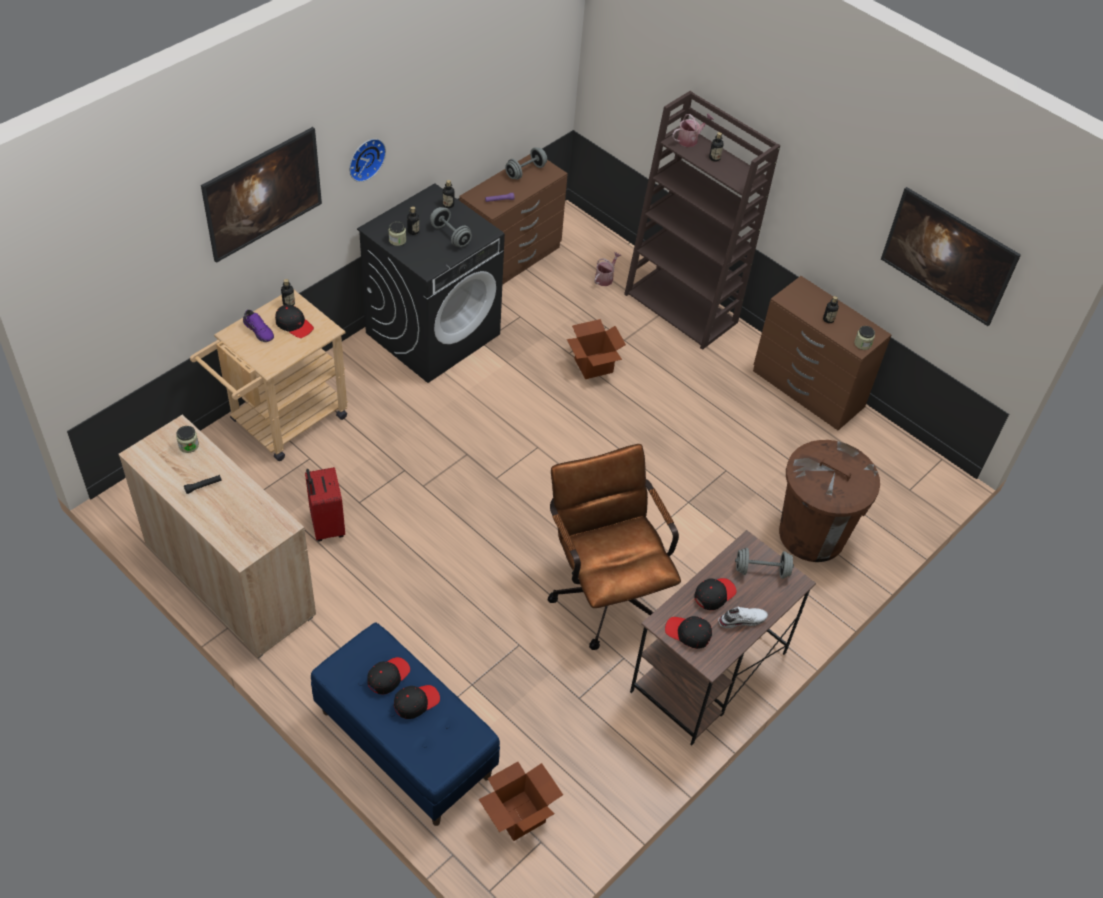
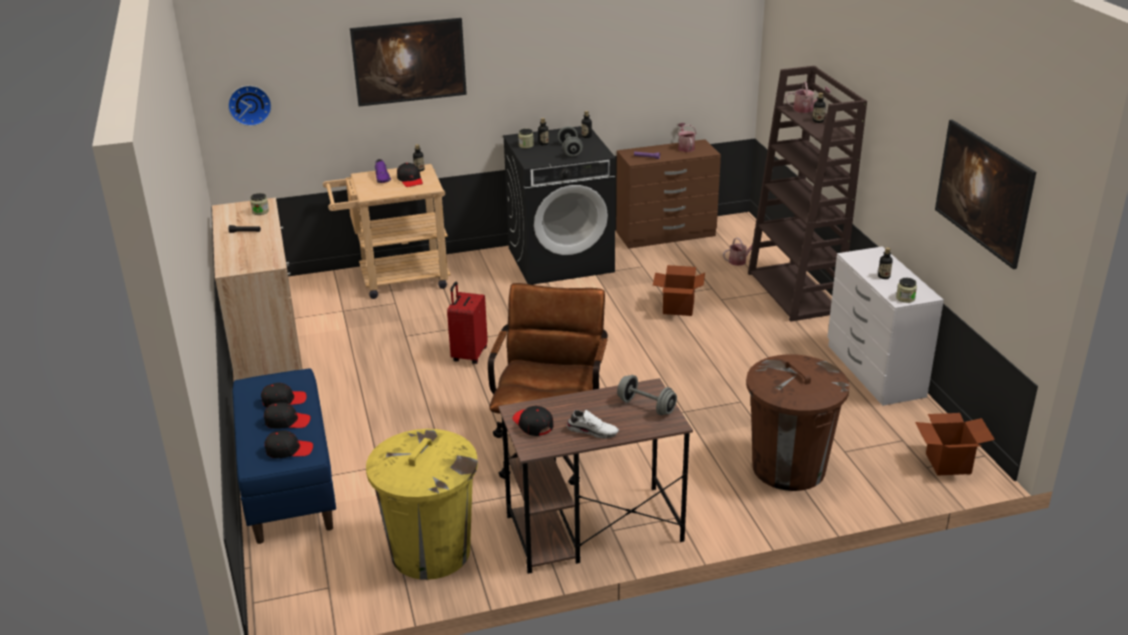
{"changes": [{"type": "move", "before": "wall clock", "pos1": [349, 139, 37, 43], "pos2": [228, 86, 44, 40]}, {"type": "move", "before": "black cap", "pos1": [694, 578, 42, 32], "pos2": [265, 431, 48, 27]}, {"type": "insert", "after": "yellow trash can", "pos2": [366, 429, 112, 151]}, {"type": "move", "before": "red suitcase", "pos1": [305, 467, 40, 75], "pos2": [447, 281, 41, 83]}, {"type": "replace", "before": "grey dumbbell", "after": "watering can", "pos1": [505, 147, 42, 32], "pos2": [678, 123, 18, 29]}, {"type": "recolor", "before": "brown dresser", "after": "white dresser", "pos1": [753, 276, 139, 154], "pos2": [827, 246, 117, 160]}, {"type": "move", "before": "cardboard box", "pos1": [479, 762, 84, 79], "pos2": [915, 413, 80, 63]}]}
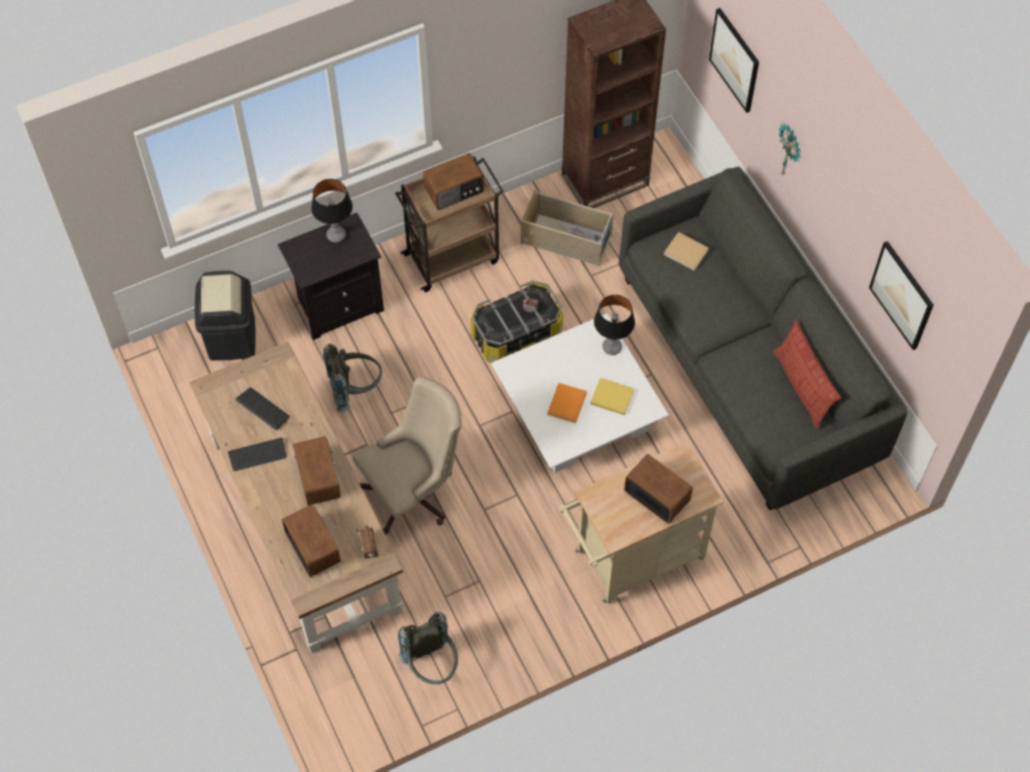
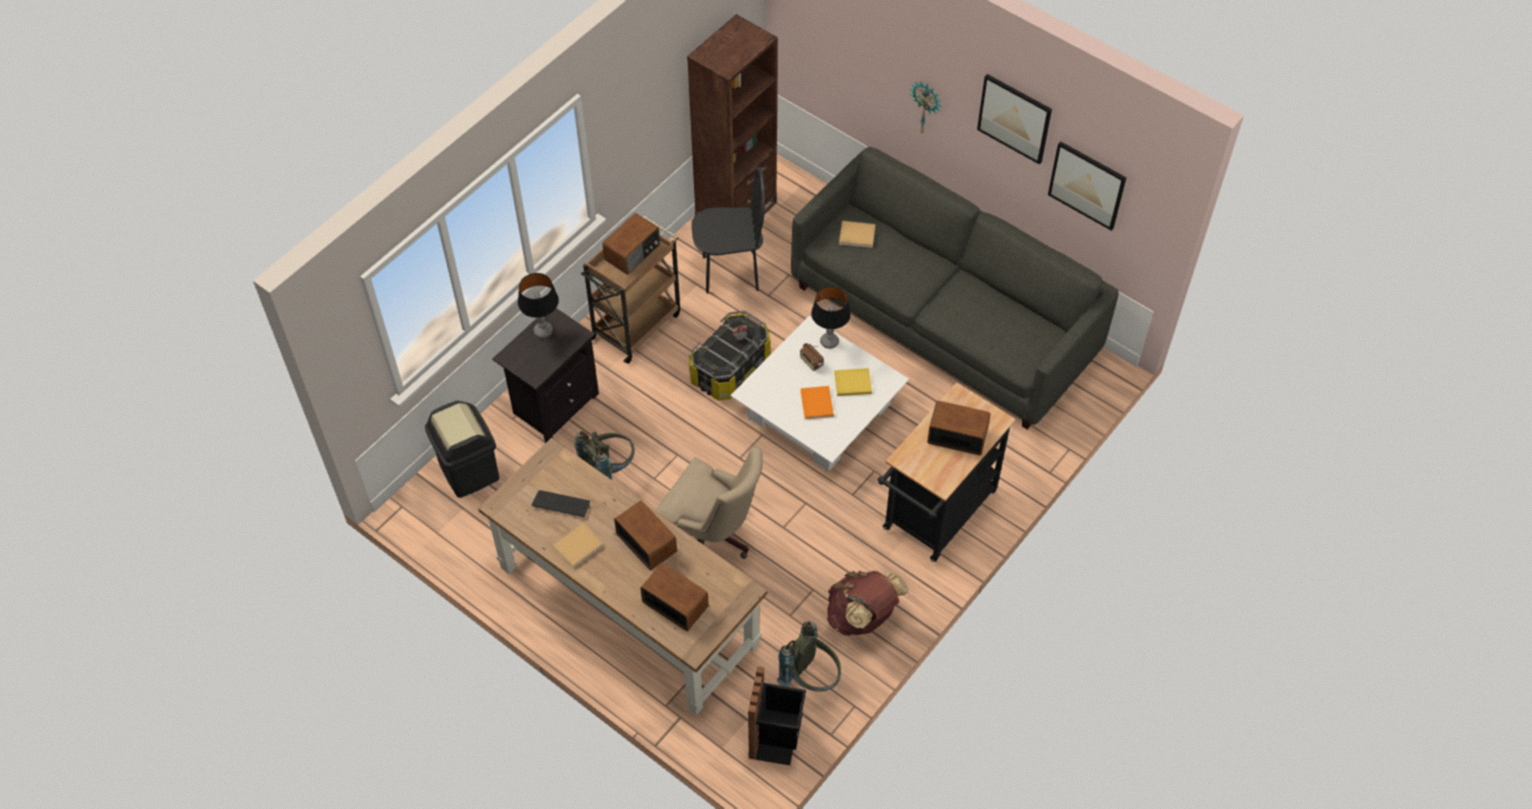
{"changes": [{"type": "replace", "before": "keyboard", "after": "beige book", "pos1": [228, 438, 59, 33], "pos2": [553, 523, 50, 46]}, {"type": "rotate", "before": "beige office chair", "pos1": [352, 376, 110, 159], "pos2": [655, 447, 108, 112], "turn": 90}, {"type": "replace", "before": "beige storage box", "after": "black chair", "pos1": [521, 189, 93, 77], "pos2": [691, 167, 74, 127]}, {"type": "insert", "after": "black trash can", "pos2": [748, 666, 58, 99]}, {"type": "move", "before": "radio", "pos1": [359, 525, 19, 34], "pos2": [800, 343, 24, 28]}, {"type": "insert", "after": "brown backpack", "pos2": [827, 570, 81, 66]}, {"type": "recolor", "before": "beige cart", "after": "black cart", "pos1": [559, 441, 165, 163], "pos2": [878, 382, 138, 180]}, {"type": "move", "before": "picture", "pos1": [709, 8, 50, 105], "pos2": [977, 74, 75, 91]}, {"type": "delete", "before": "pillow", "pos1": [773, 321, 68, 108]}]}
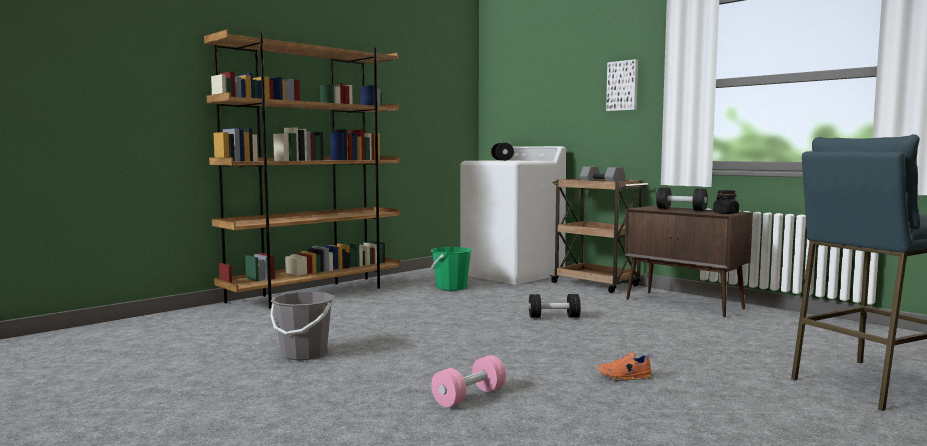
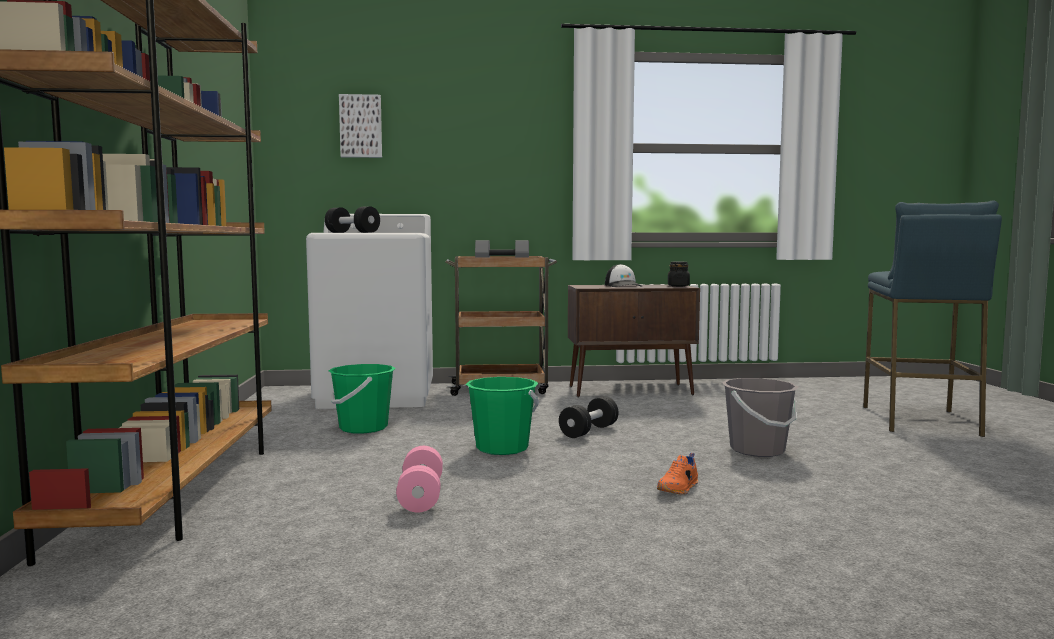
{"changes": [{"type": "move", "before": "picture", "pos1": [606, 59, 32, 52], "pos2": [339, 94, 43, 64]}, {"type": "move", "before": "pink dumbbell", "pos1": [431, 355, 75, 52], "pos2": [396, 446, 47, 66]}, {"type": "insert", "after": "green bucket", "pos2": [466, 377, 73, 78]}, {"type": "replace", "before": "black dumbbell", "after": "cap", "pos1": [656, 187, 52, 24], "pos2": [605, 264, 38, 23]}, {"type": "move", "before": "orange shoe", "pos1": [597, 352, 56, 29], "pos2": [657, 453, 41, 42]}, {"type": "move", "before": "grey bucket", "pos1": [270, 292, 65, 68], "pos2": [722, 378, 77, 79]}]}
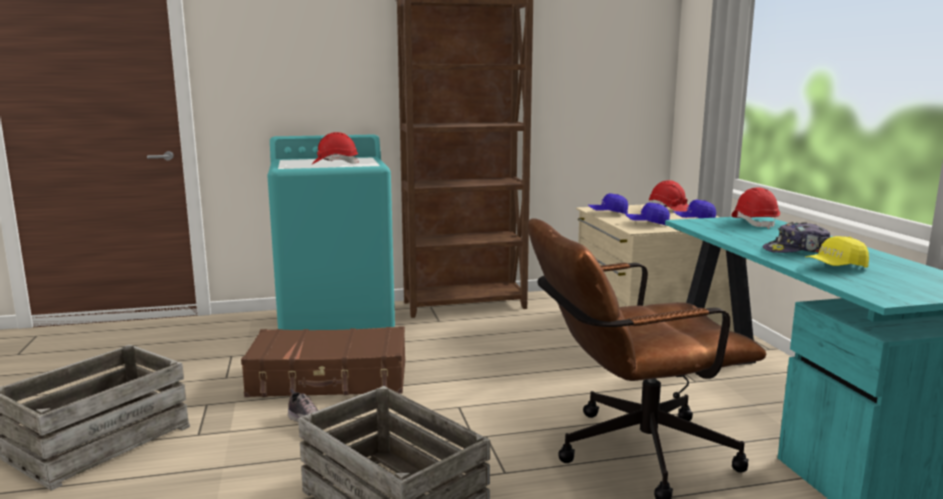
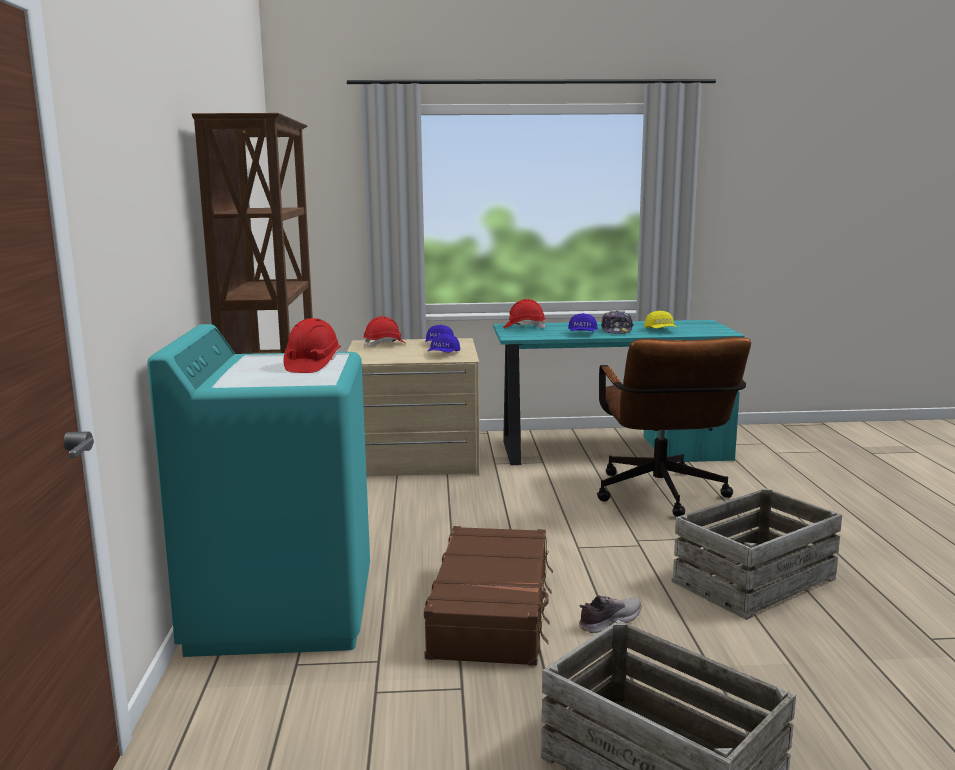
{"changes": [{"type": "move", "before": "blue cap", "pos1": [588, 193, 40, 21], "pos2": [568, 313, 30, 18]}]}
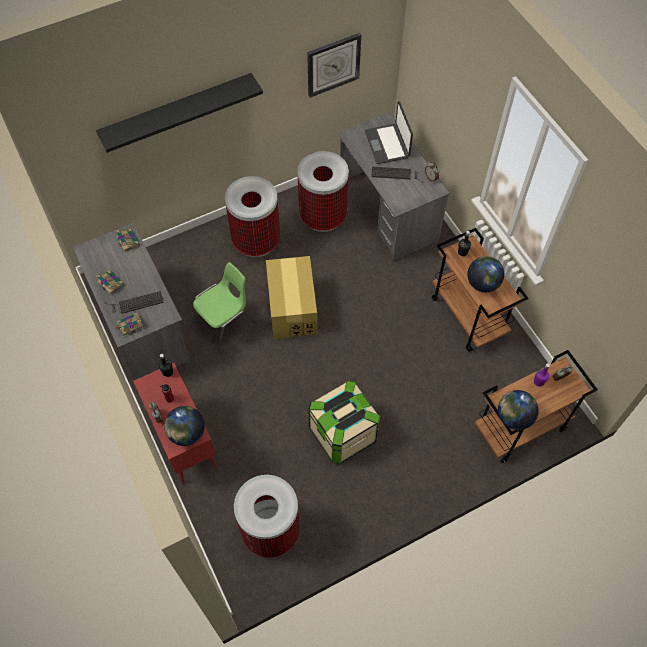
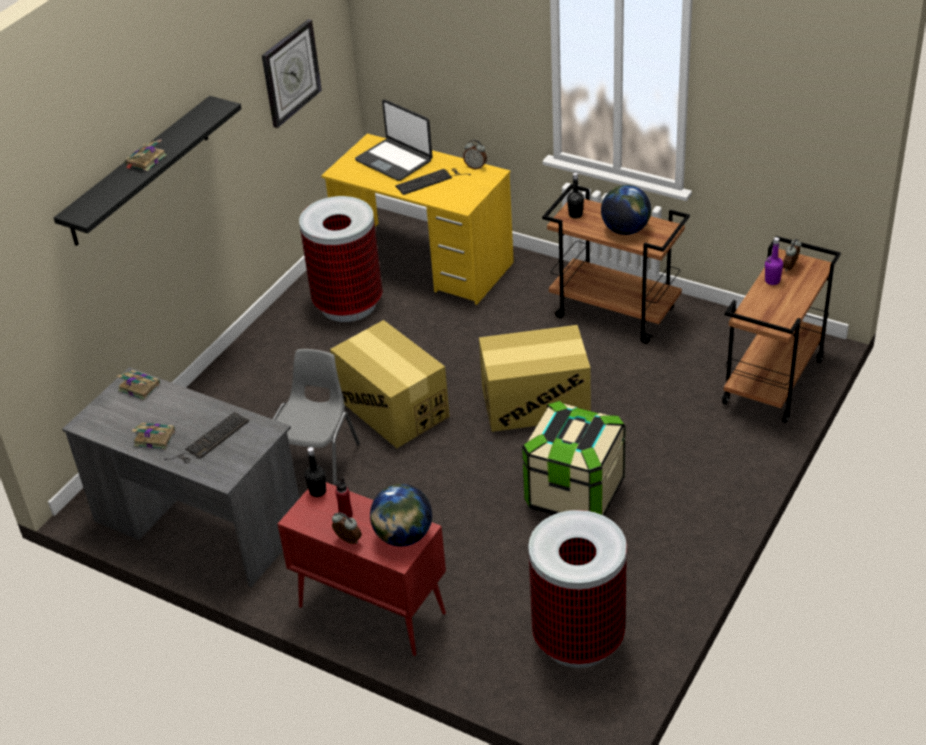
{"changes": [{"type": "move", "before": "book", "pos1": [116, 313, 28, 24], "pos2": [125, 139, 42, 32]}, {"type": "recolor", "before": "green chair", "after": "grey chair", "pos1": [191, 262, 66, 91], "pos2": [273, 349, 87, 136]}, {"type": "recolor", "before": "grey desk", "after": "yellow desk", "pos1": [337, 112, 113, 149], "pos2": [321, 134, 193, 171]}, {"type": "insert", "after": "cardboard box", "pos2": [479, 325, 112, 107]}, {"type": "delete", "before": "trash can", "pos1": [225, 176, 55, 81]}, {"type": "delete", "before": "globe", "pos1": [498, 390, 41, 40]}]}
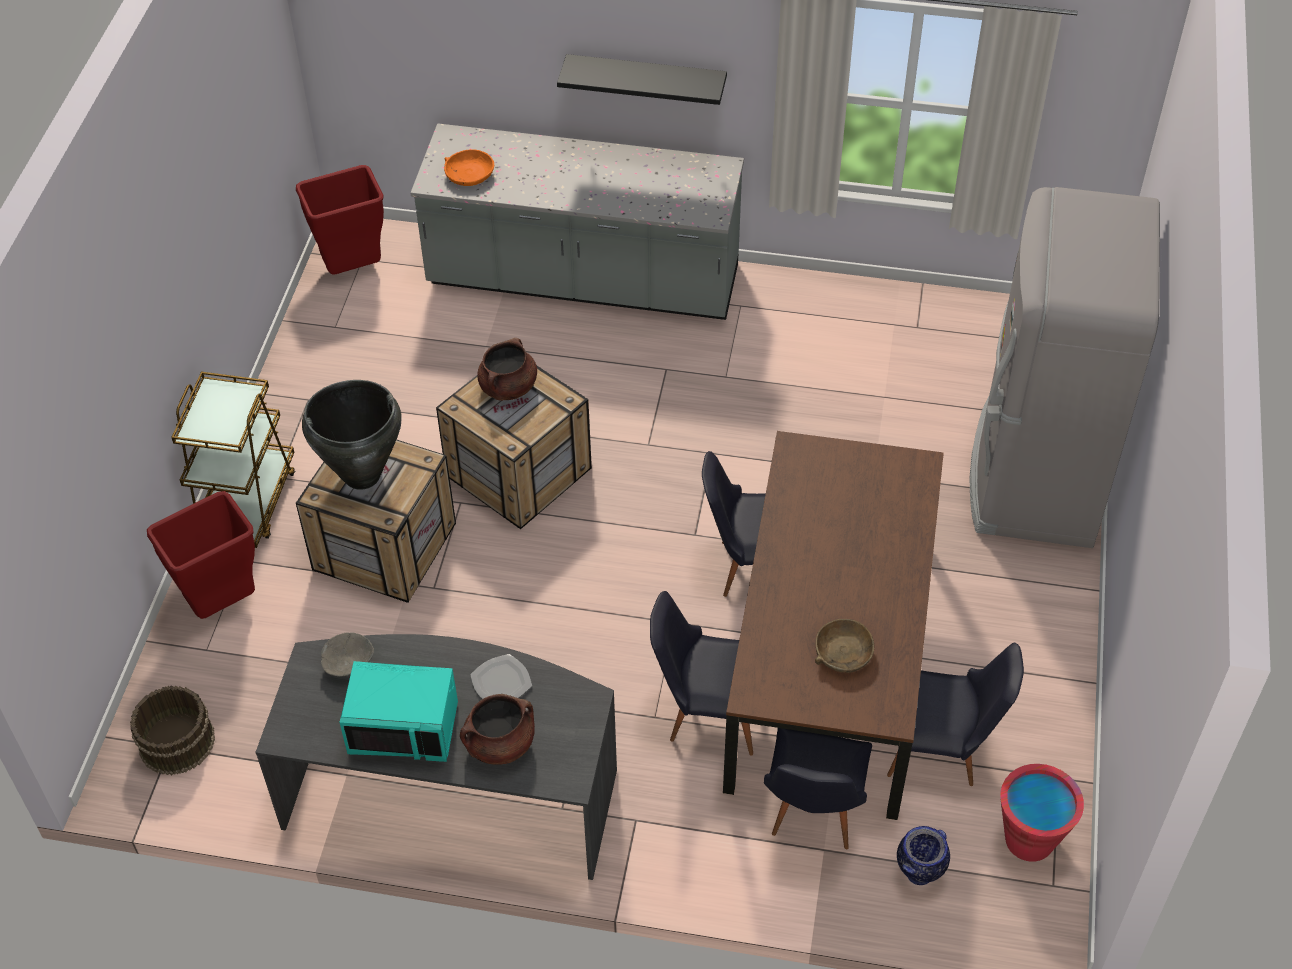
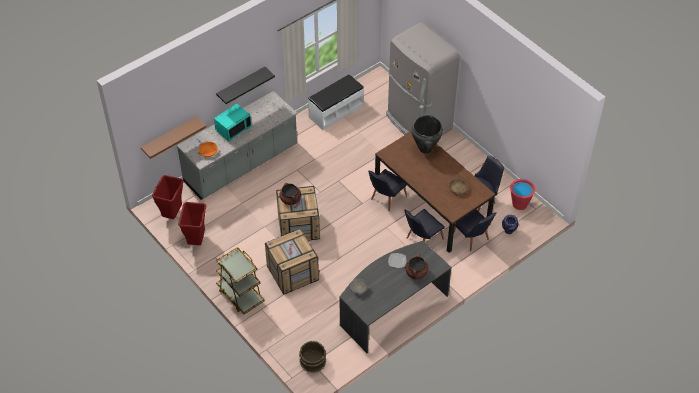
{"changes": [{"type": "insert", "after": "brown shelf", "pos2": [141, 116, 65, 43]}, {"type": "move", "before": "red trash can", "pos1": [147, 491, 108, 128], "pos2": [178, 202, 28, 43]}, {"type": "move", "before": "turquoise microwave", "pos1": [339, 661, 119, 101], "pos2": [214, 103, 38, 39]}, {"type": "insert", "after": "white bench", "pos2": [308, 74, 56, 56]}, {"type": "move", "before": "black vase", "pos1": [302, 380, 100, 110], "pos2": [411, 115, 32, 39]}]}
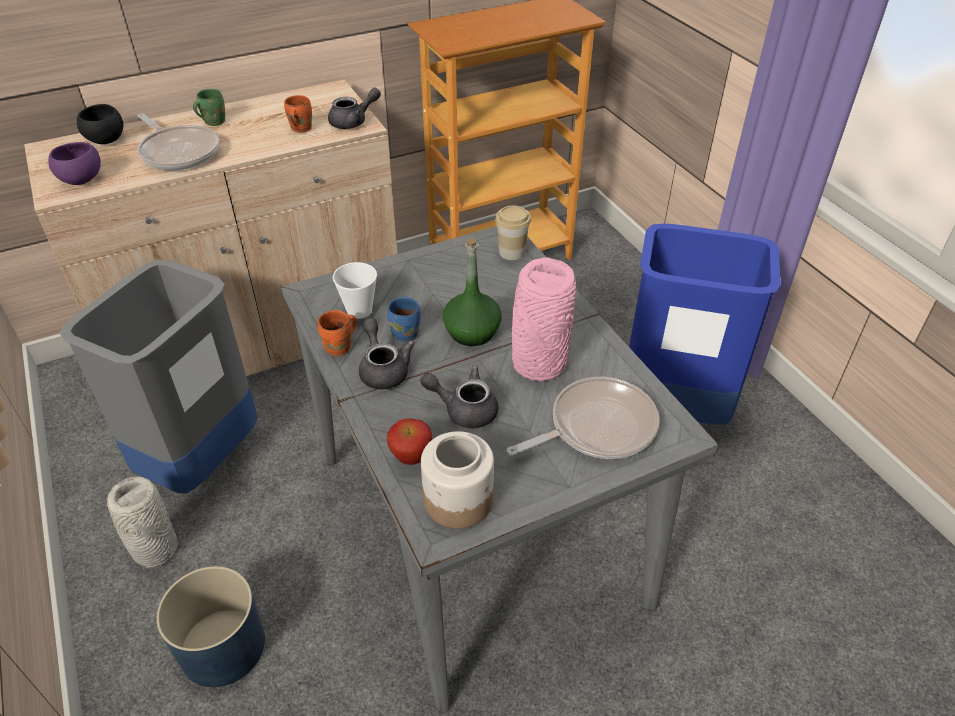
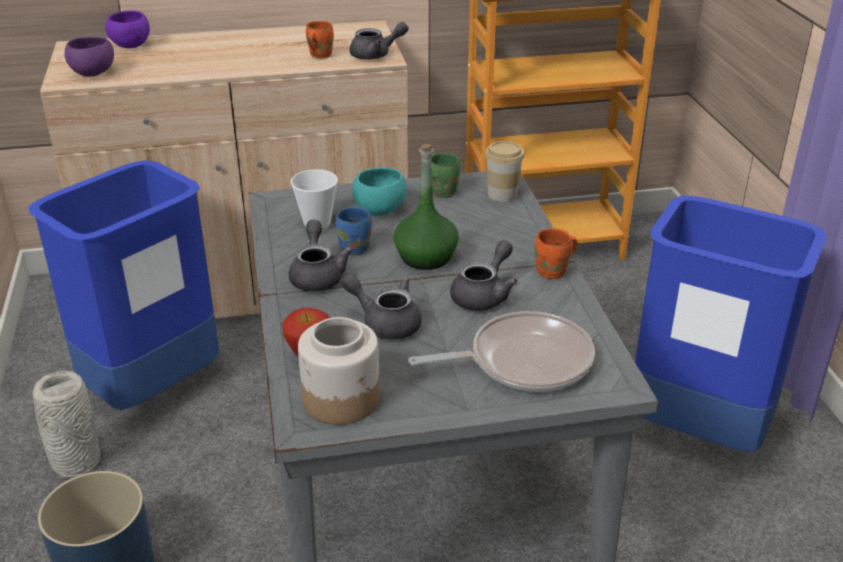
{"changes": [{"type": "recolor", "before": "grey trash can", "after": "blue trash can", "pos1": [59, 260, 199, 234], "pos2": [28, 160, 191, 250]}, {"type": "recolor", "before": "black bowl", "after": "purple bowl", "pos1": [77, 104, 46, 40], "pos2": [105, 10, 45, 38]}, {"type": "insert", "after": "turquoise bowl", "pos2": [352, 167, 55, 49]}, {"type": "move", "before": "green mug", "pos1": [193, 89, 32, 37], "pos2": [431, 153, 29, 45]}, {"type": "replace", "before": "pink vase", "after": "grey teapot", "pos1": [512, 258, 64, 123], "pos2": [450, 240, 68, 71]}, {"type": "move", "before": "orange mug", "pos1": [318, 310, 39, 46], "pos2": [535, 228, 43, 51]}, {"type": "delete", "before": "frying pan", "pos1": [137, 113, 82, 58]}]}
